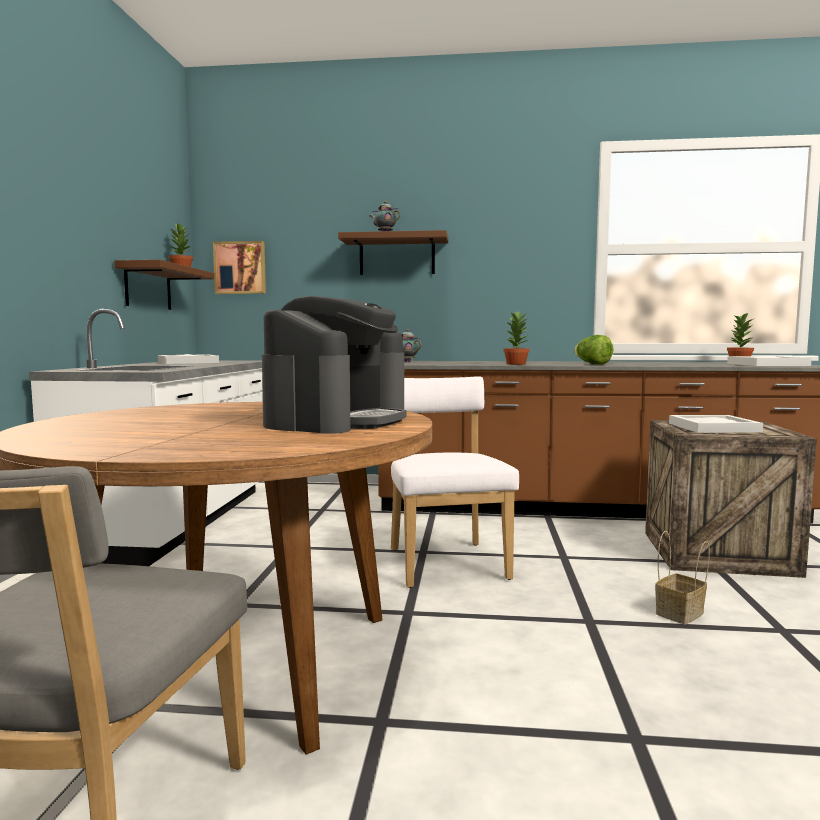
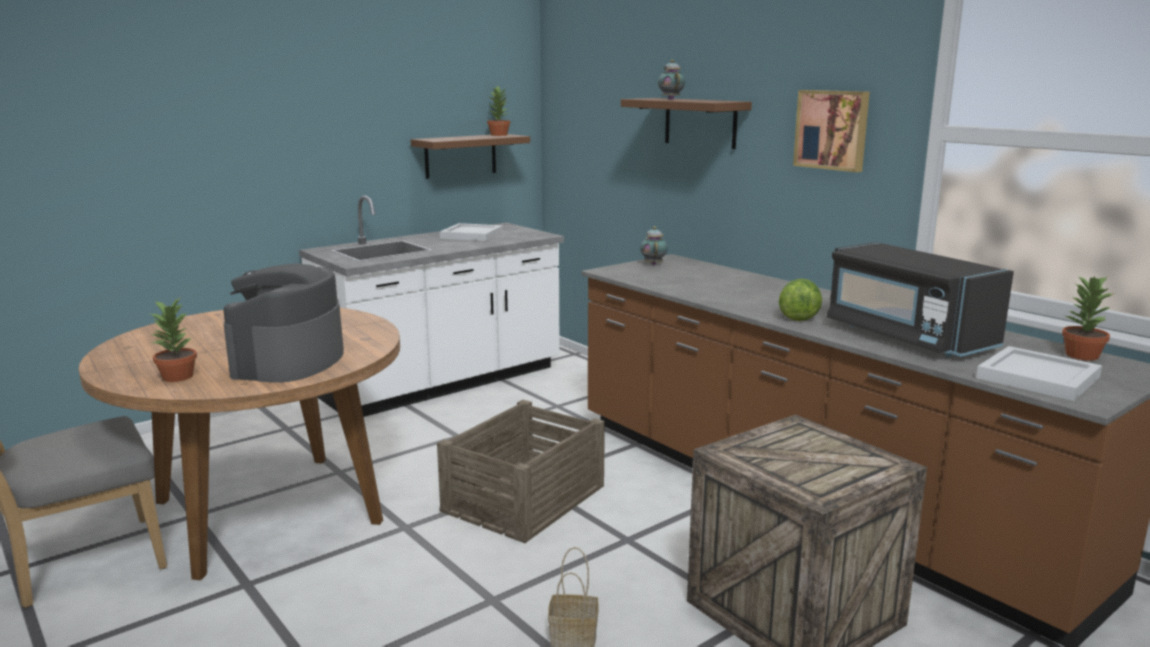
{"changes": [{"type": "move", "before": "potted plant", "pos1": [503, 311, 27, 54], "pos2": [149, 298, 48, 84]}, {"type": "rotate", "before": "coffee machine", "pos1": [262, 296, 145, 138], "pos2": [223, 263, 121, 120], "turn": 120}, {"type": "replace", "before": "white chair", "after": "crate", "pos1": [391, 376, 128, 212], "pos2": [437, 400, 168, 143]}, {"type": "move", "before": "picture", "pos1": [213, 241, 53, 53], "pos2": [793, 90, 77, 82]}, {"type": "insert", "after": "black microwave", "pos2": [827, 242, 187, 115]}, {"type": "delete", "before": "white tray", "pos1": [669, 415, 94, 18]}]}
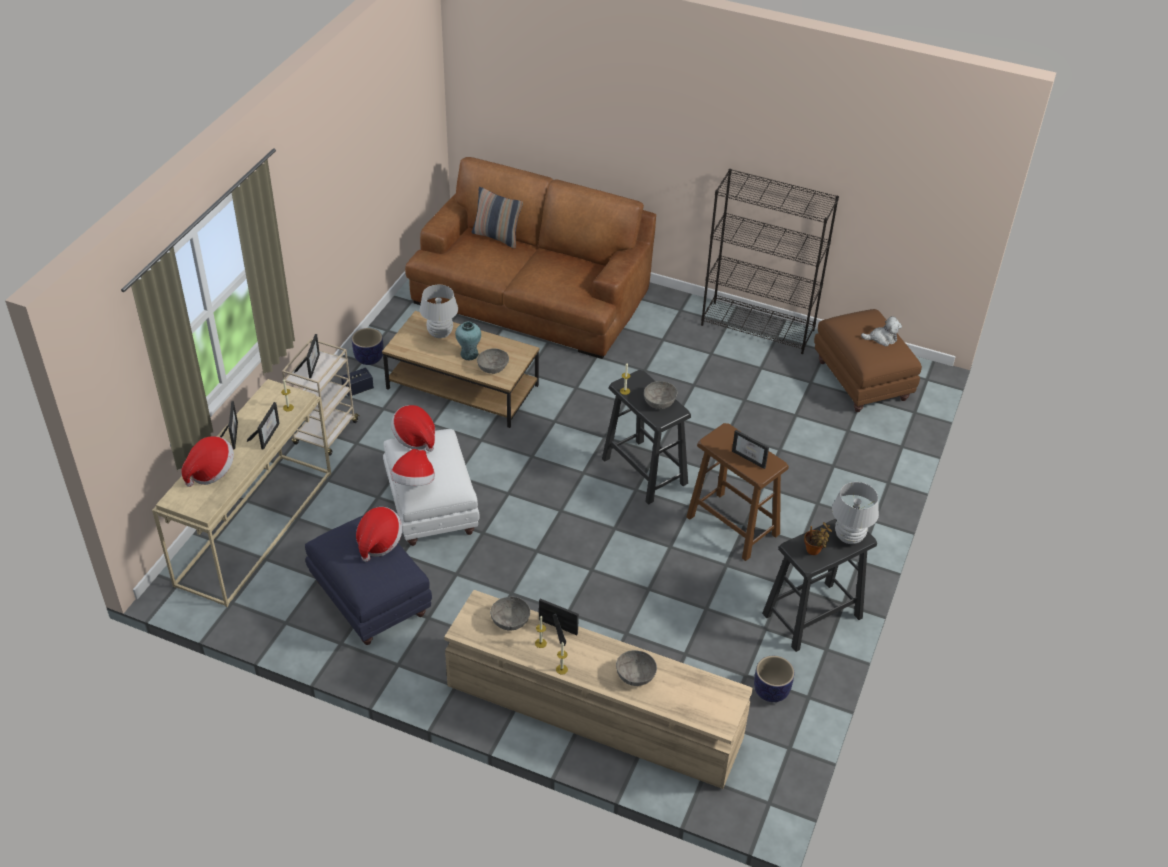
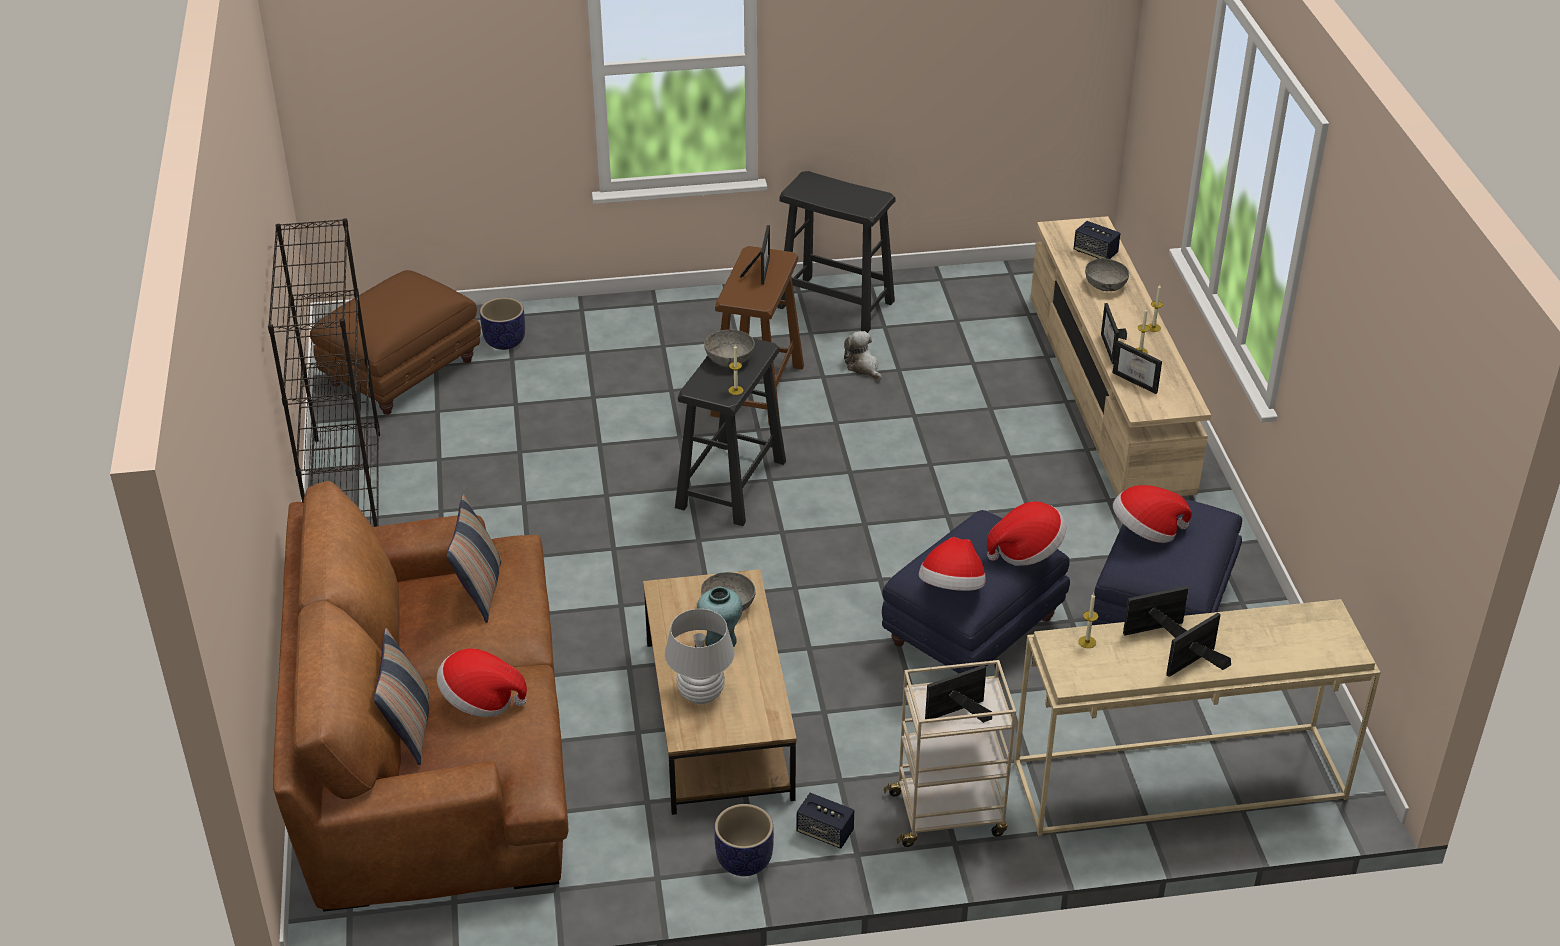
{"changes": [{"type": "move", "before": "hat", "pos1": [181, 436, 53, 51], "pos2": [437, 648, 90, 69]}, {"type": "insert", "after": "pillow", "pos2": [447, 494, 55, 129]}, {"type": "move", "before": "planter", "pos1": [754, 656, 40, 46], "pos2": [480, 297, 45, 53]}, {"type": "move", "before": "plush toy", "pos1": [861, 316, 41, 30], "pos2": [844, 331, 38, 49]}, {"type": "recolor", "before": "white ottoman", "after": "blue ottoman", "pos1": [383, 429, 96, 117], "pos2": [882, 510, 188, 163]}, {"type": "insert", "after": "speaker", "pos2": [1074, 221, 47, 38]}, {"type": "replace", "before": "grey bowl", "after": "picture frame", "pos1": [490, 597, 40, 34], "pos2": [1113, 340, 49, 54]}, {"type": "delete", "before": "potted plant", "pos1": [804, 522, 28, 33]}, {"type": "delete", "before": "white table lamp", "pos1": [832, 482, 47, 62]}]}
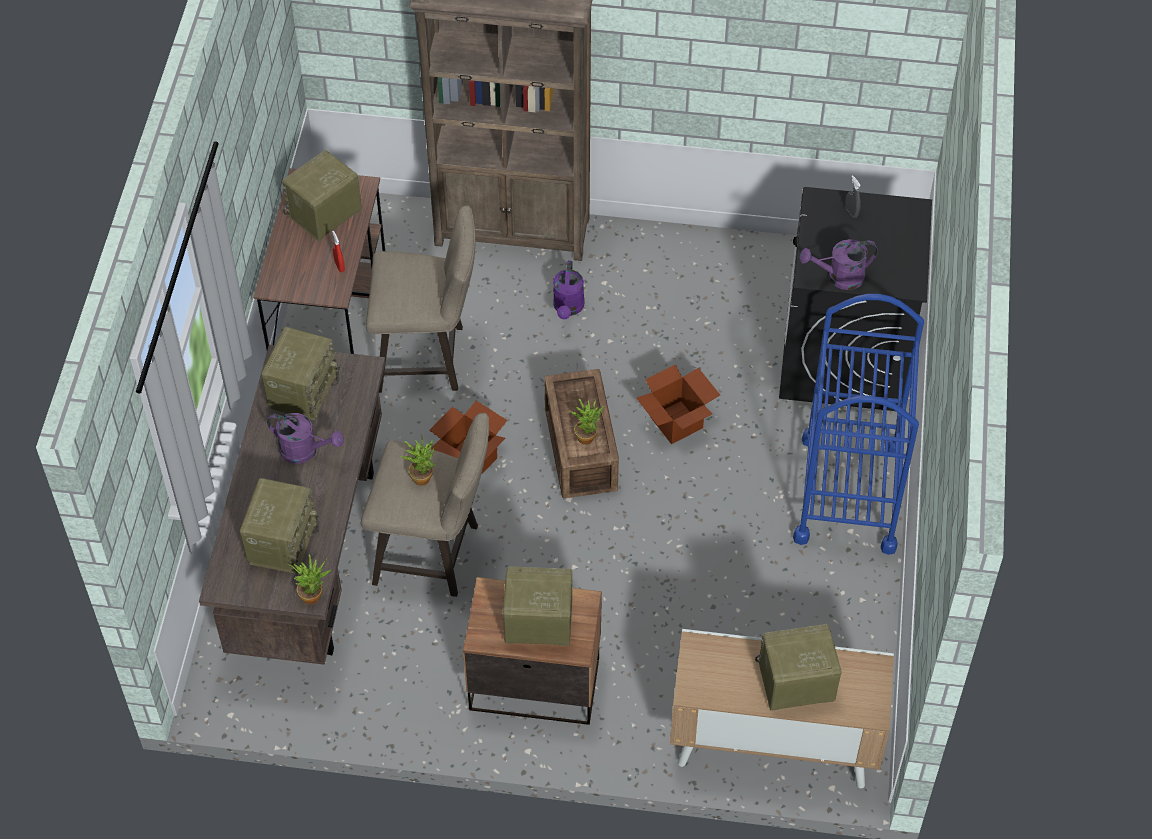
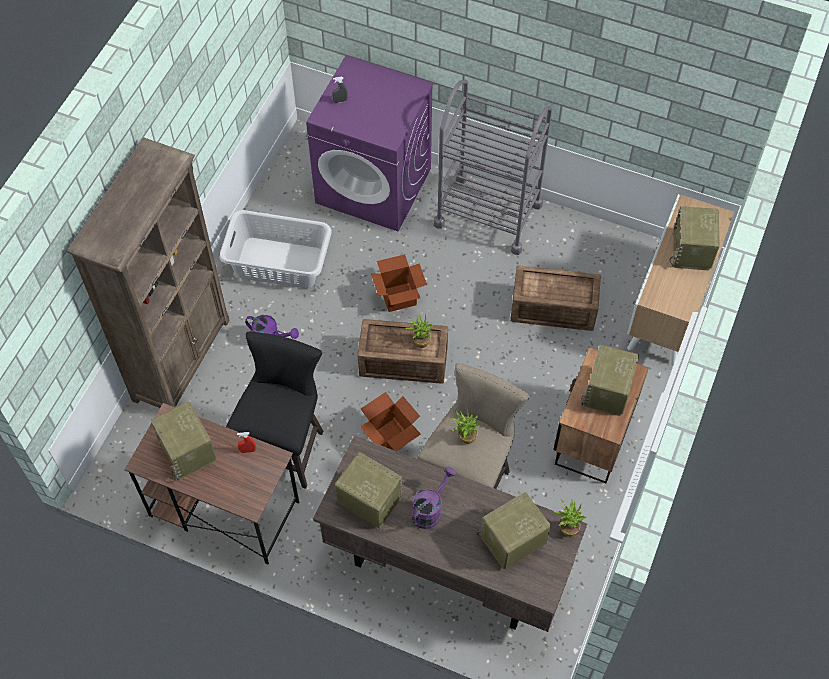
{"changes": [{"type": "insert", "after": "grey laundry basket", "pos2": [220, 210, 112, 79]}, {"type": "recolor", "before": "beige stool", "after": "black stool", "pos1": [366, 205, 110, 188], "pos2": [226, 331, 97, 158]}, {"type": "recolor", "before": "black washing machine", "after": "purple washing machine", "pos1": [779, 187, 153, 224], "pos2": [306, 55, 128, 176]}, {"type": "recolor", "before": "blue cart", "after": "grey cart", "pos1": [793, 294, 131, 261], "pos2": [434, 80, 118, 175]}, {"type": "rotate", "before": "radio", "pos1": [240, 478, 80, 96], "pos2": [477, 492, 74, 77], "turn": -60}, {"type": "insert", "after": "crate", "pos2": [510, 265, 91, 66]}, {"type": "delete", "before": "purple watering can", "pos1": [800, 239, 78, 51]}]}
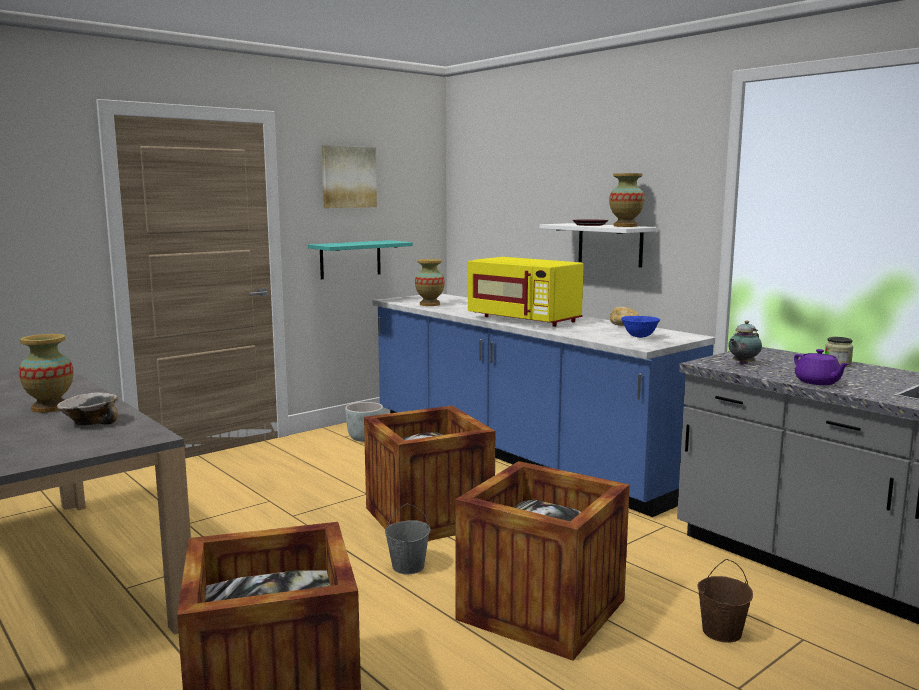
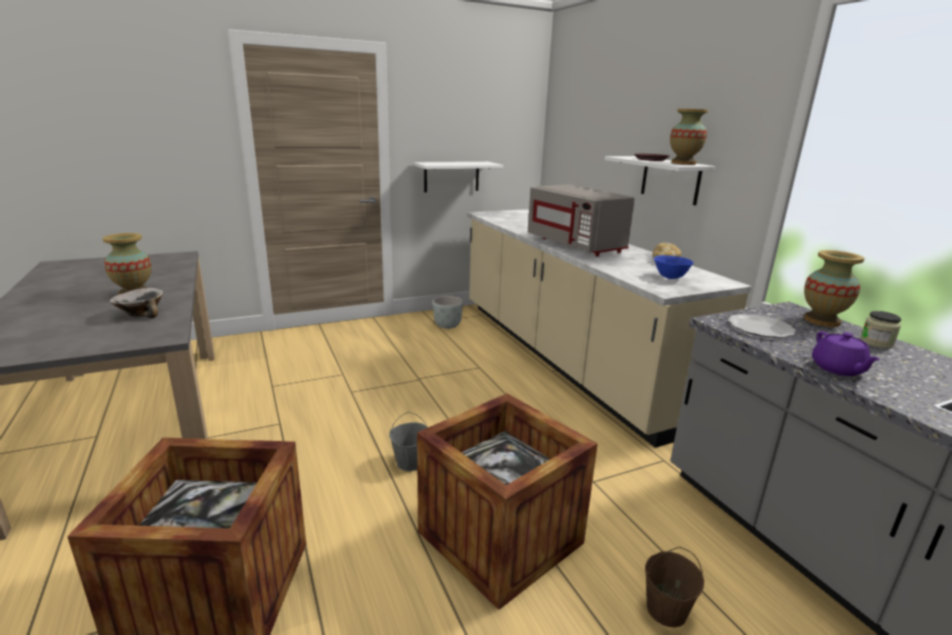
{"changes": [{"type": "recolor", "before": "turquoise shelf", "after": "white shelf", "pos1": [308, 240, 105, 39], "pos2": [414, 162, 89, 30]}, {"type": "recolor", "before": "blue counter", "after": "beige counter", "pos1": [372, 293, 343, 224], "pos2": [467, 209, 284, 239]}, {"type": "recolor", "before": "yellow microwave", "after": "grey microwave", "pos1": [468, 257, 115, 70], "pos2": [528, 185, 107, 71]}, {"type": "replace", "before": "teapot", "after": "plate", "pos1": [728, 320, 34, 45], "pos2": [728, 314, 68, 24]}, {"type": "move", "before": "vase", "pos1": [415, 259, 30, 47], "pos2": [804, 250, 61, 77]}, {"type": "delete", "before": "picture", "pos1": [322, 145, 55, 63]}, {"type": "delete", "before": "crate", "pos1": [364, 406, 132, 135]}]}
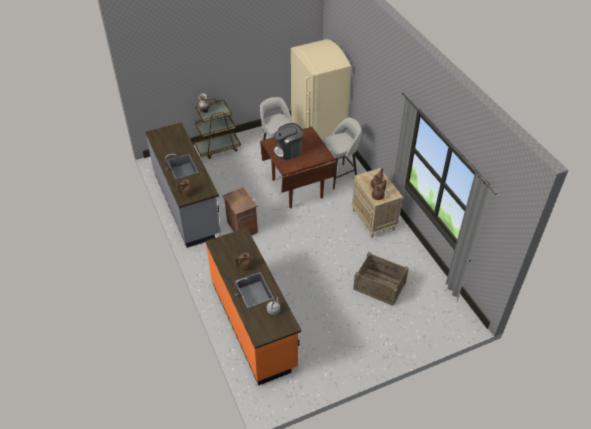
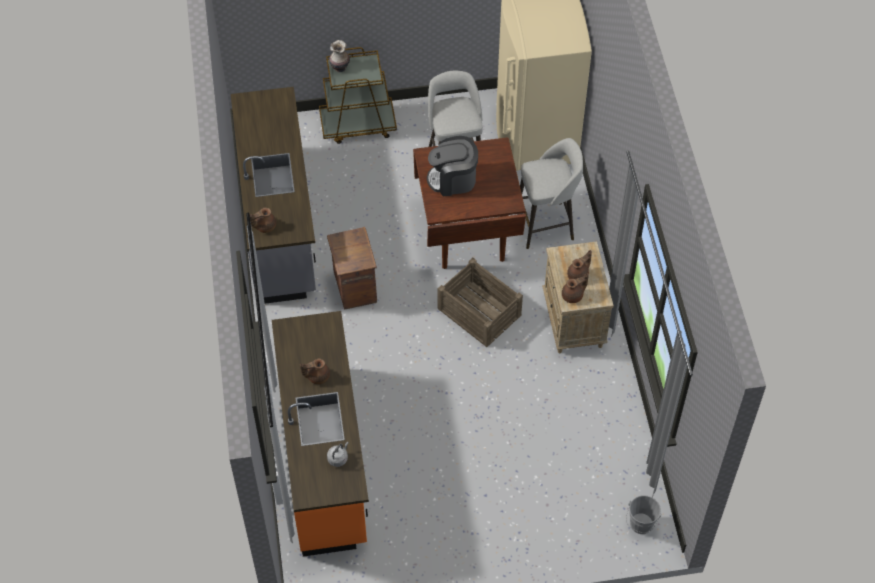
{"changes": [{"type": "move", "before": "crate", "pos1": [353, 252, 56, 54], "pos2": [437, 258, 86, 89]}, {"type": "insert", "after": "grey bucket", "pos2": [626, 495, 36, 39]}]}
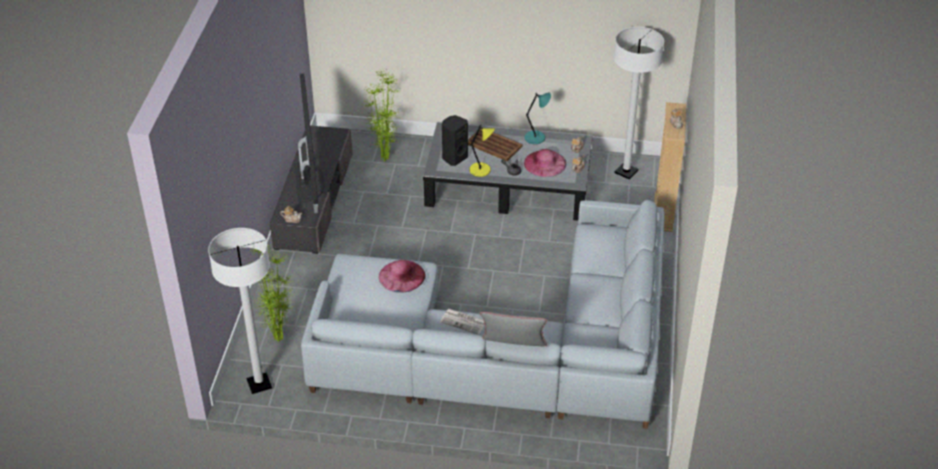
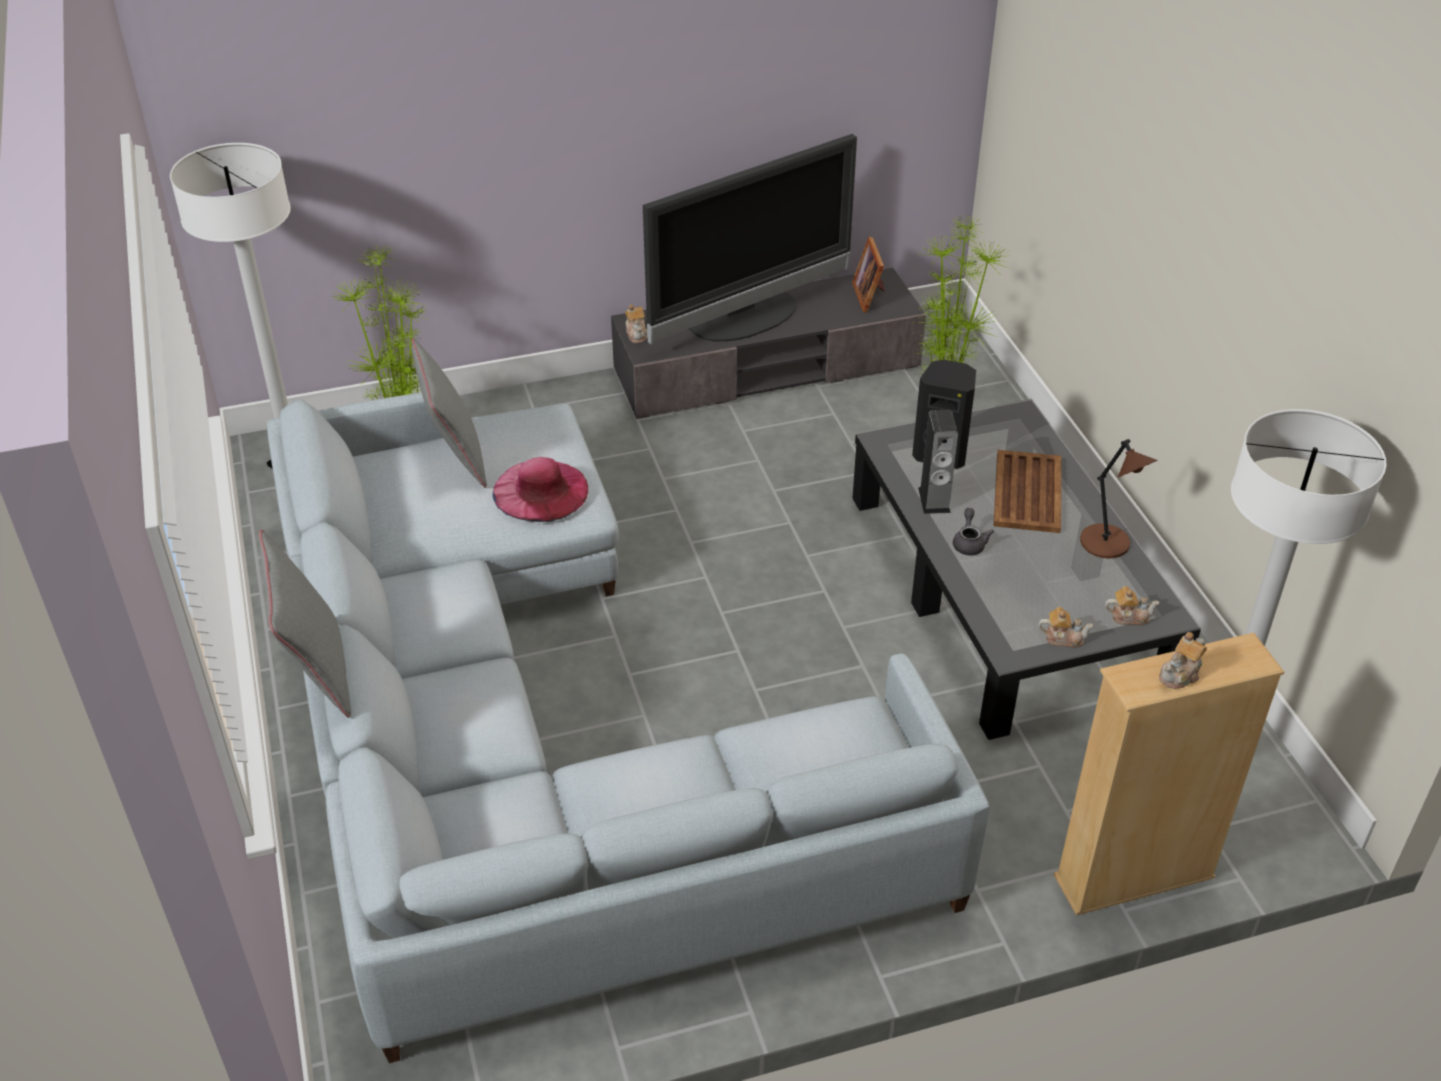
{"changes": [{"type": "insert", "after": "grey pillow", "pos2": [412, 338, 75, 150]}, {"type": "insert", "after": "picture frame", "pos2": [852, 237, 32, 76]}, {"type": "replace", "before": "yellow table lamp", "after": "speaker", "pos1": [469, 124, 26, 53], "pos2": [918, 410, 40, 104]}, {"type": "recolor", "before": "turquoise table lamp", "after": "brown table lamp", "pos1": [525, 93, 26, 51], "pos2": [1080, 439, 77, 119]}, {"type": "delete", "before": "newspaper", "pos1": [440, 309, 45, 26]}, {"type": "delete", "before": "pink hat", "pos1": [524, 149, 42, 28]}]}
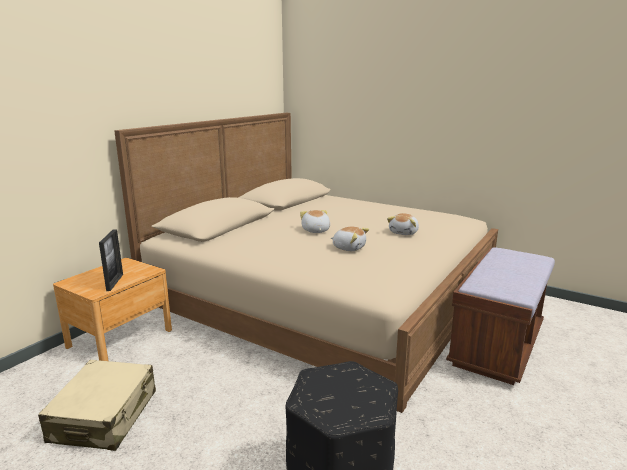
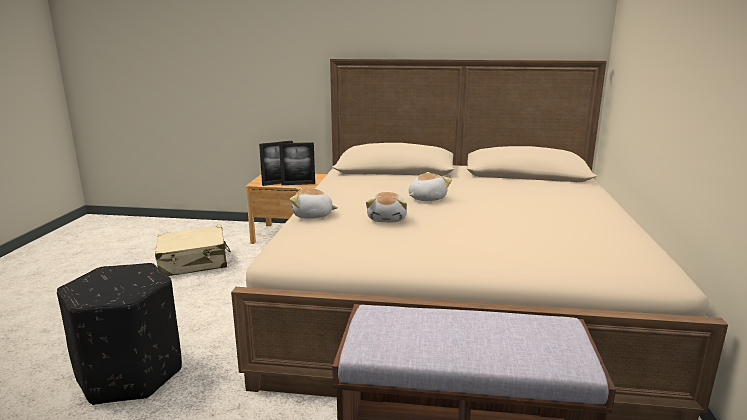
{"changes": [{"type": "insert", "after": "picture frame", "pos2": [279, 142, 36, 43]}, {"type": "move", "before": "plush toy", "pos1": [387, 213, 32, 22], "pos2": [290, 188, 48, 31]}]}
